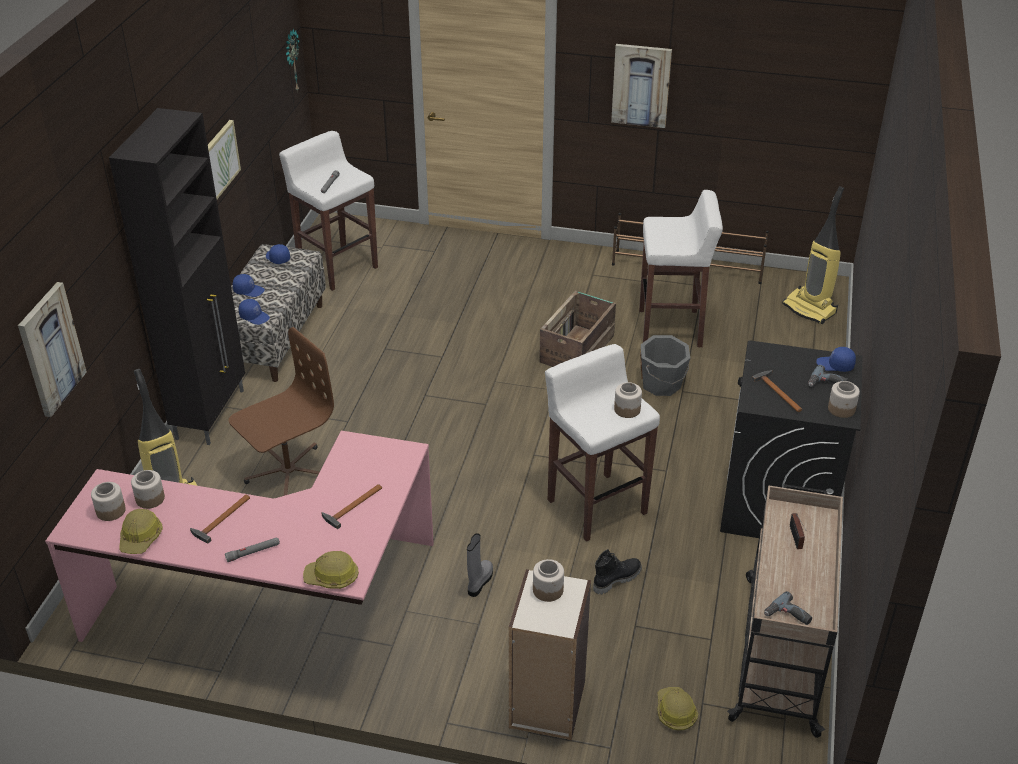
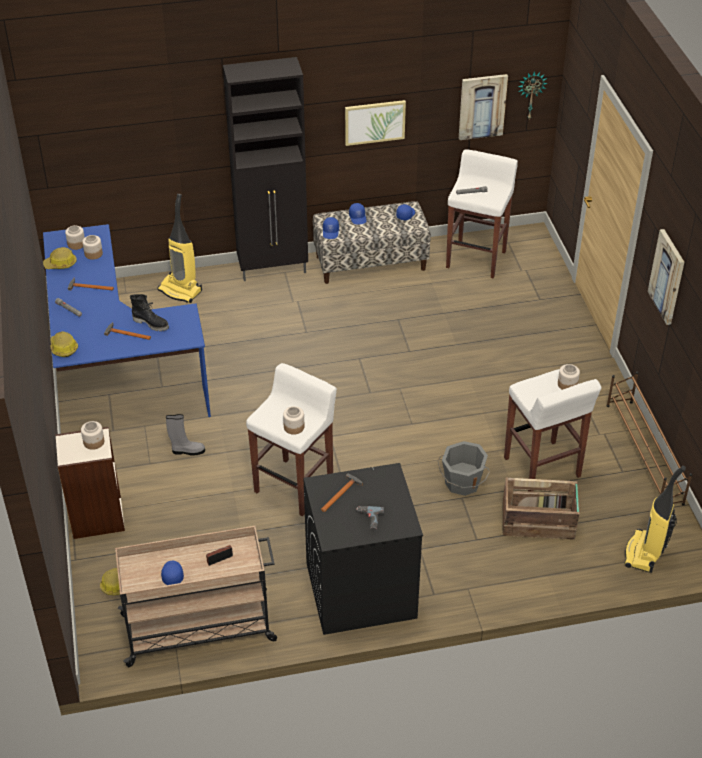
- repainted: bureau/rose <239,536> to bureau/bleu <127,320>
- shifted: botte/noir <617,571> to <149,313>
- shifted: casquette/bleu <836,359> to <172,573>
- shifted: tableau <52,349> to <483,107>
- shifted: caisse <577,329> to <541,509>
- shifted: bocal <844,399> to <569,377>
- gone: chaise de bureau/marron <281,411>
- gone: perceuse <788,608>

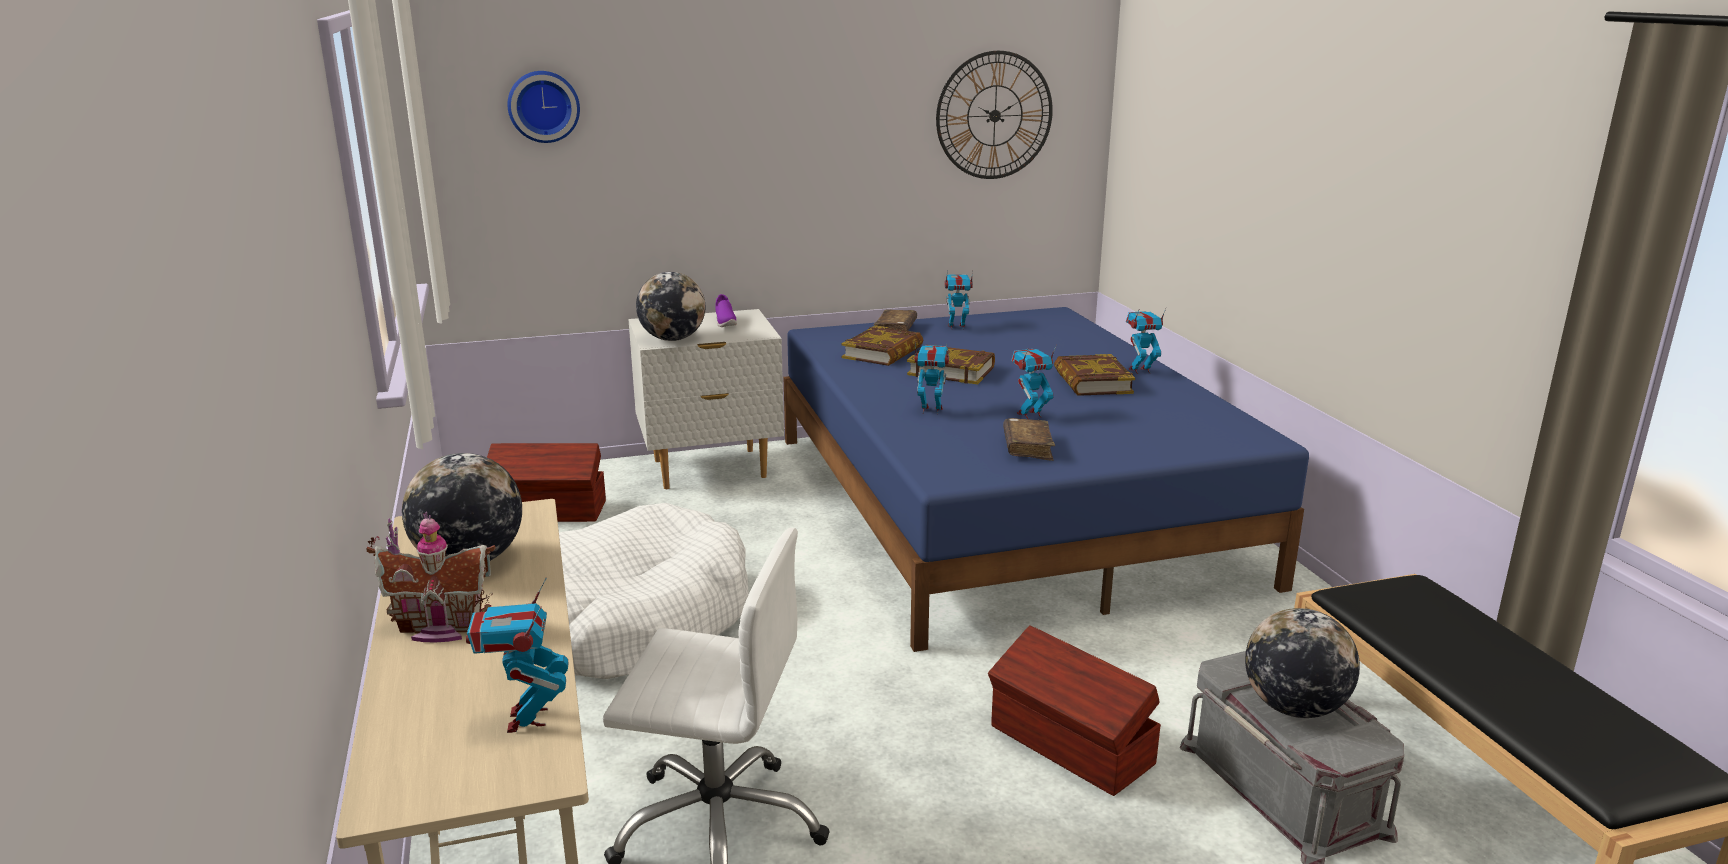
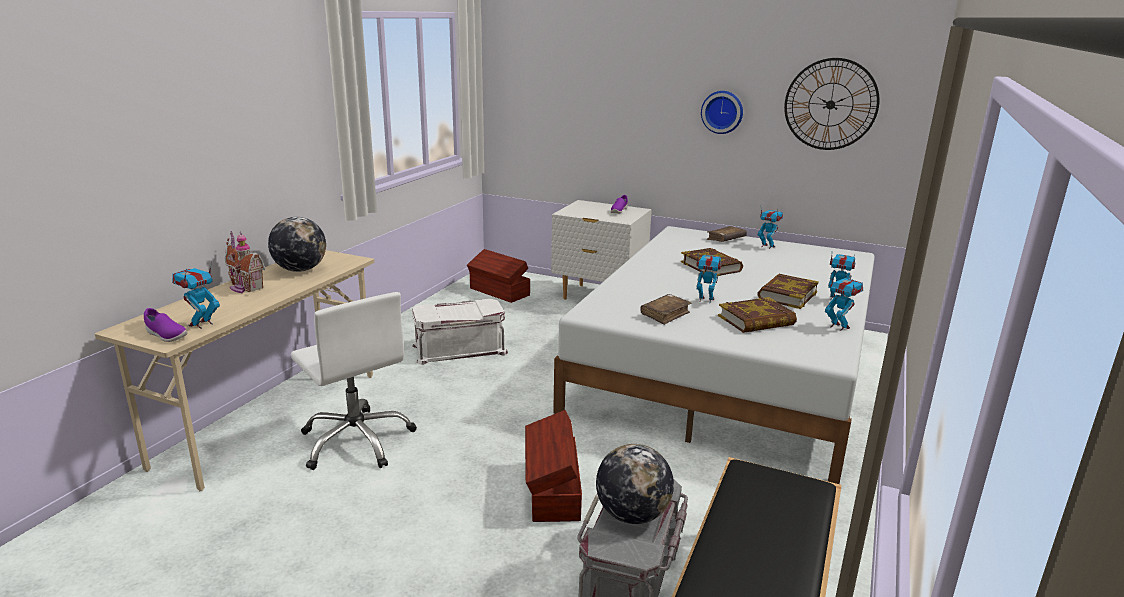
- new: chaussure/violet <166,325>
- swapped: panier pour chien/blanc <654,591> to boîte de rangement/blanc <460,332>
- repainted: lit/bleu <1046,479> to lit/blanc <714,355>
- shifted: horloge murale <543,107> to <722,112>
- shifted: livre <882,345> to <757,315>
- shifted: robot jouet <932,378> to <844,303>
- gone: globe <670,306>

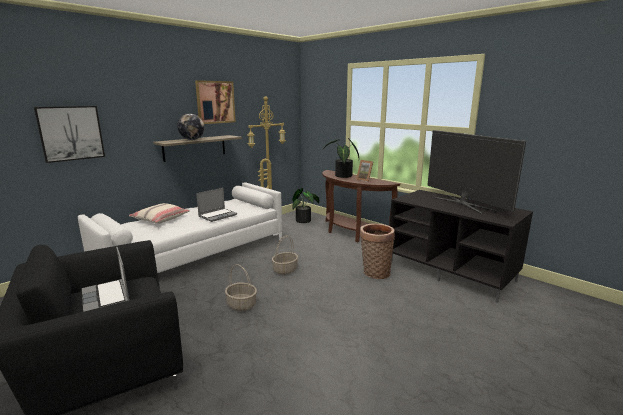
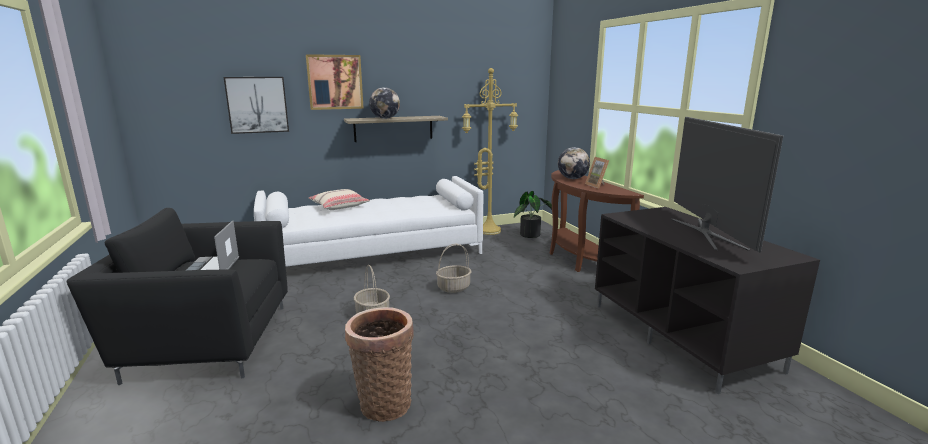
- shifted: tableau <215,102> to <335,82>
- shifted: panier <377,251> to <379,364>
- swapped: plante en pot <341,158> to globe <574,163>
- gone: ordinateur portable <216,205>

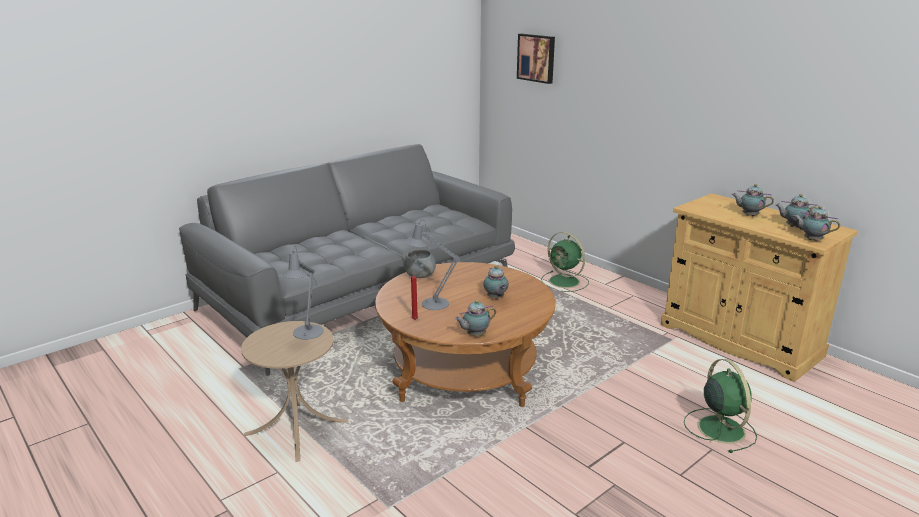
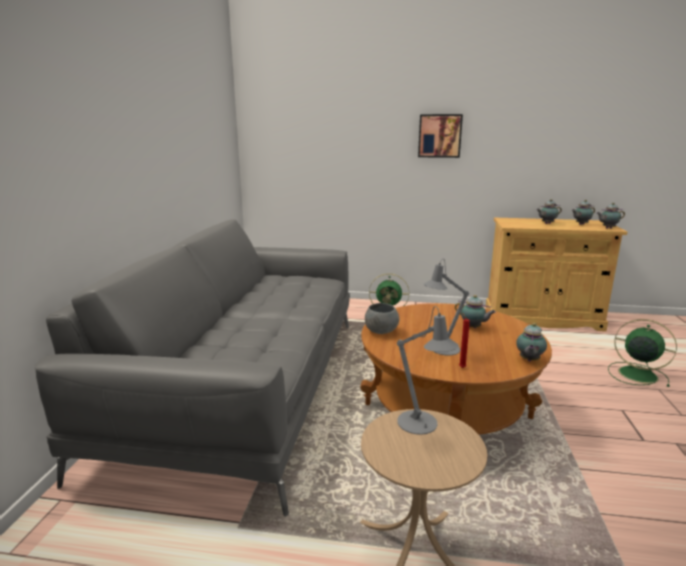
- shifted: tableau <536,59> to <440,136>

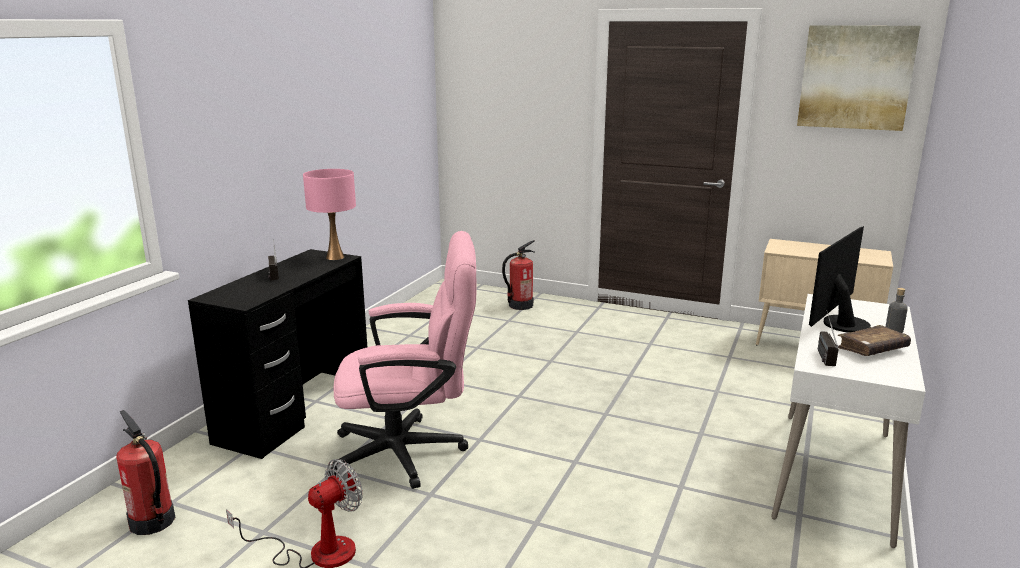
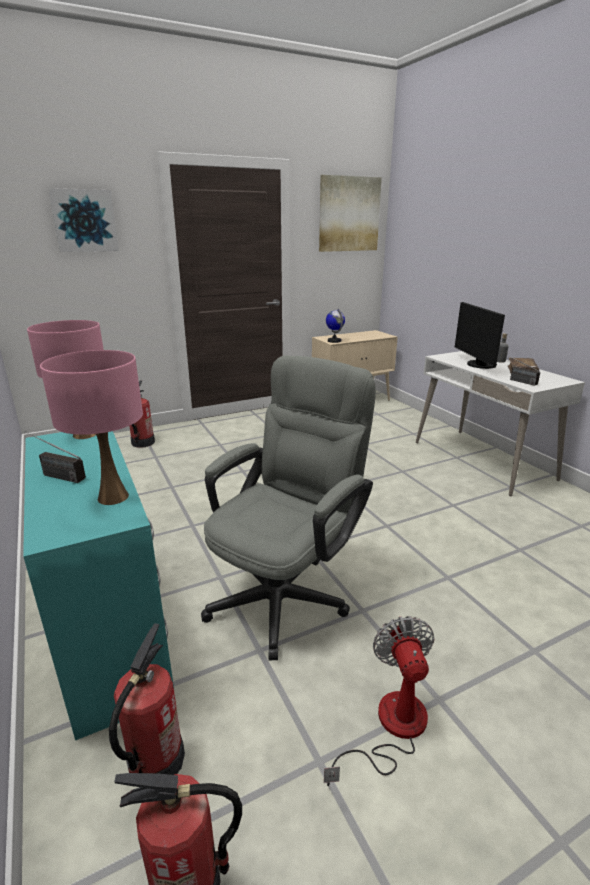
- repainted: bureau/noir <277,354> to bureau/turquoise <98,586>
- new: lampe de table/rose <91,427>
- new: tableau <83,220>
- new: extincteur <147,699>
- repainted: chaise de bureau/rose <402,360> to chaise de bureau/gris <288,507>
- new: globe <335,326>

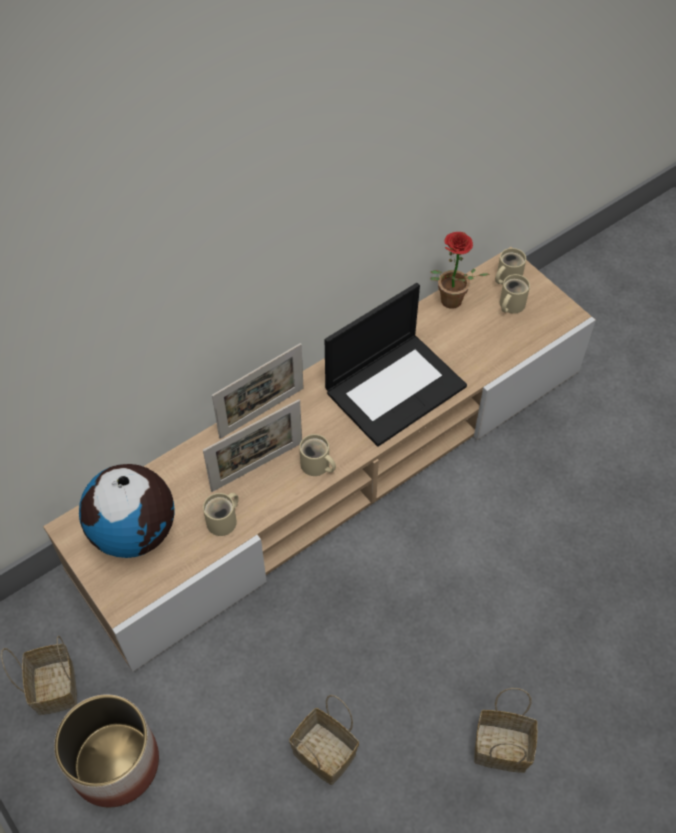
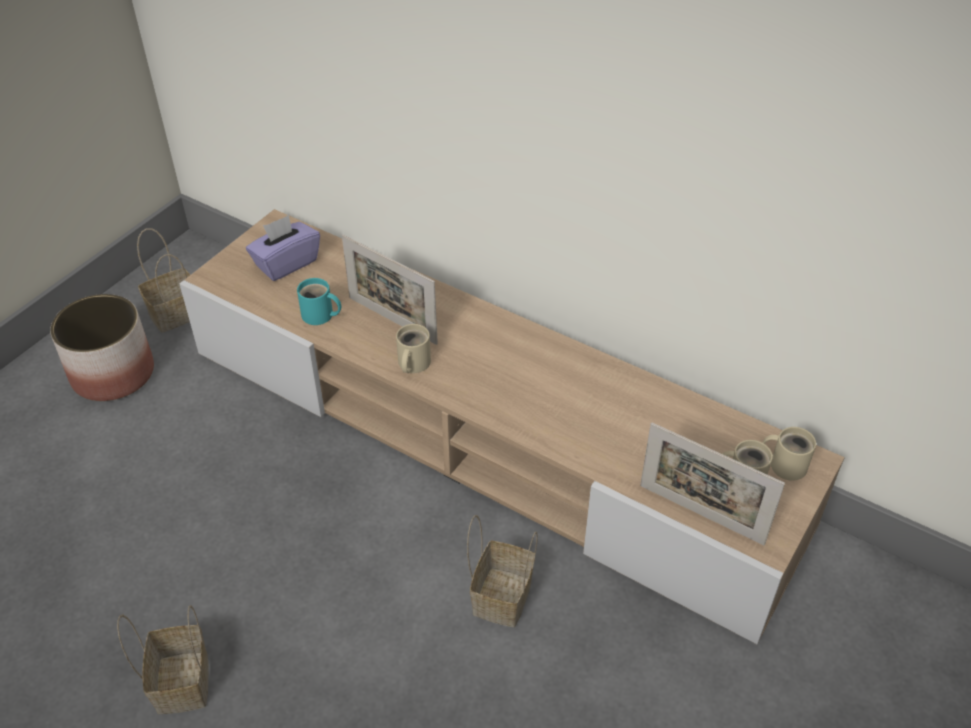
- swapped: globe <127,511> to boîte à mouchoirs/violet <283,248>
- repainted: mug/beige <221,514> to mug/turquoise <319,301>
- shifted: panier <324,740> to <502,571>
- shifted: cadre photo <258,391> to <712,484>
- gone: ordinateur portable <396,365>
- gone: plante en pot <460,270>

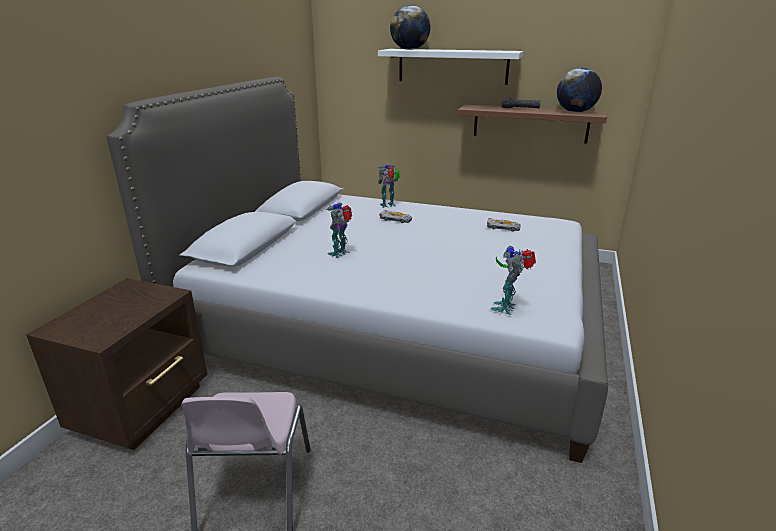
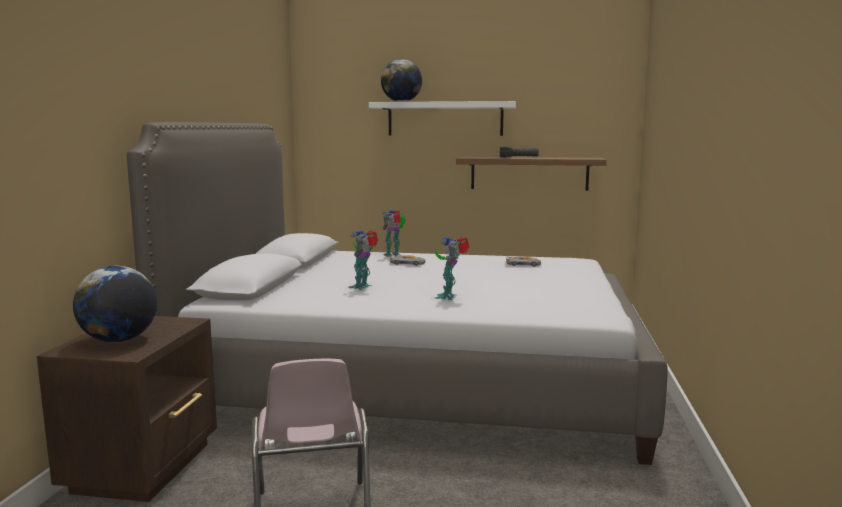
- shifted: globe <579,90> to <115,304>
- shifted: robot jouet <513,280> to <452,268>

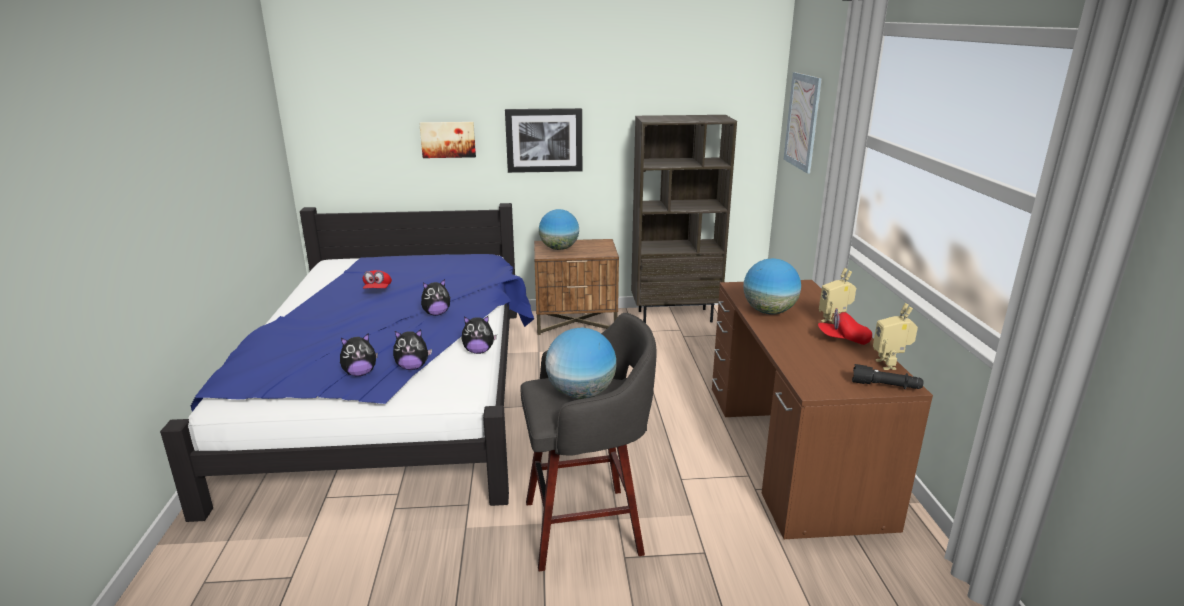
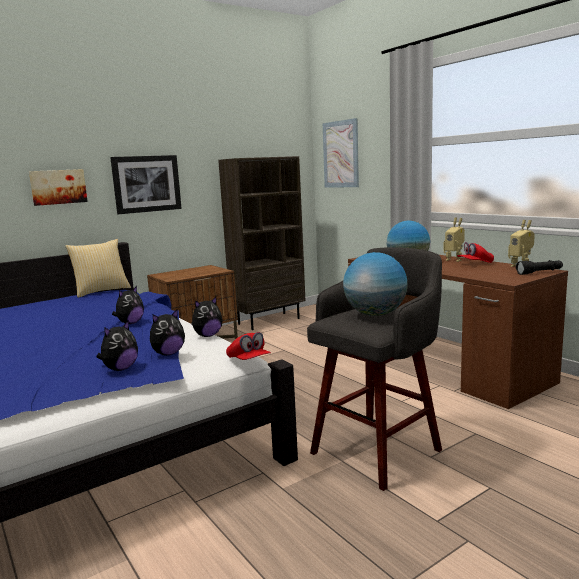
- new: coussin <98,268>
- shifted: casquette/rouge <377,279> to <248,346>
- gone: globe <559,229>

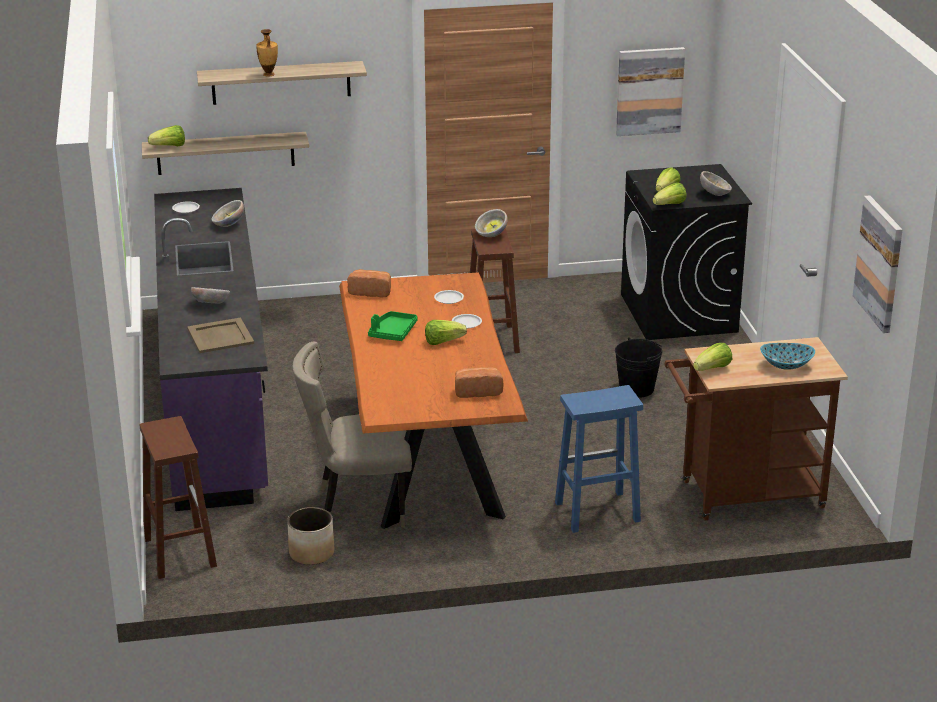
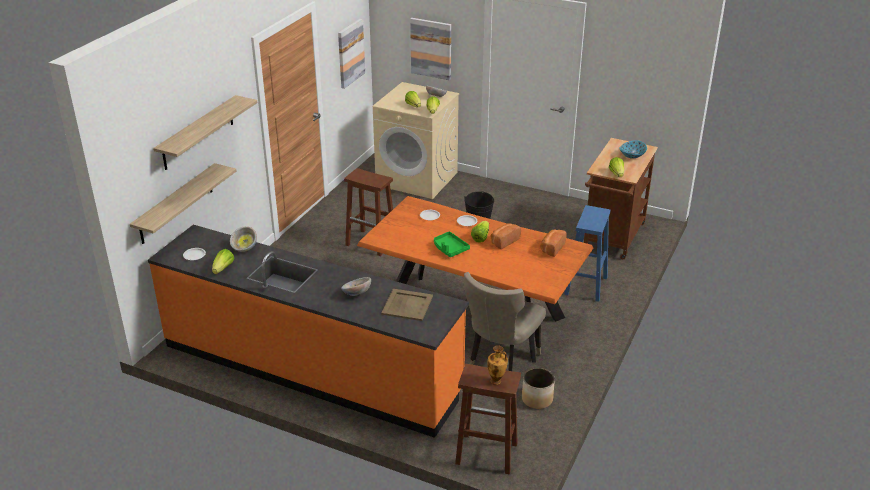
- repainted: comptoir de cuisine/violet <211,349> to comptoir de cuisine/orange <308,331>
- shifted: laitue <166,135> to <223,261>
- repainted: lave-linge/noir <686,252> to lave-linge/beige <416,140>
- shifted: tableau <877,264> to <430,49>
- shifted: vase <267,53> to <497,365>
- shifted: pain <369,283> to <505,236>
- gone: bol <491,223>

